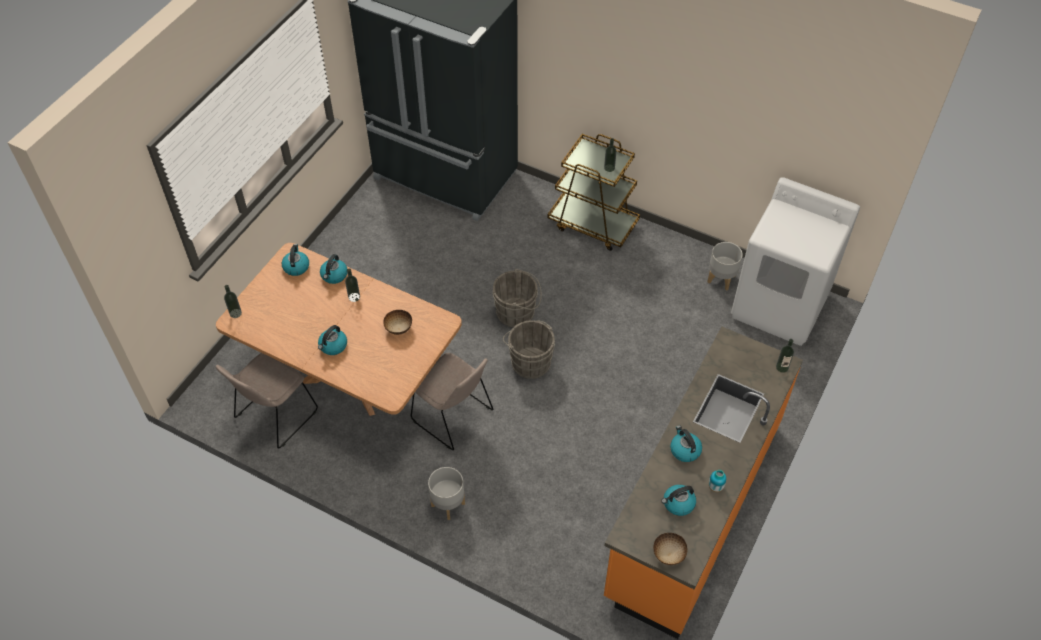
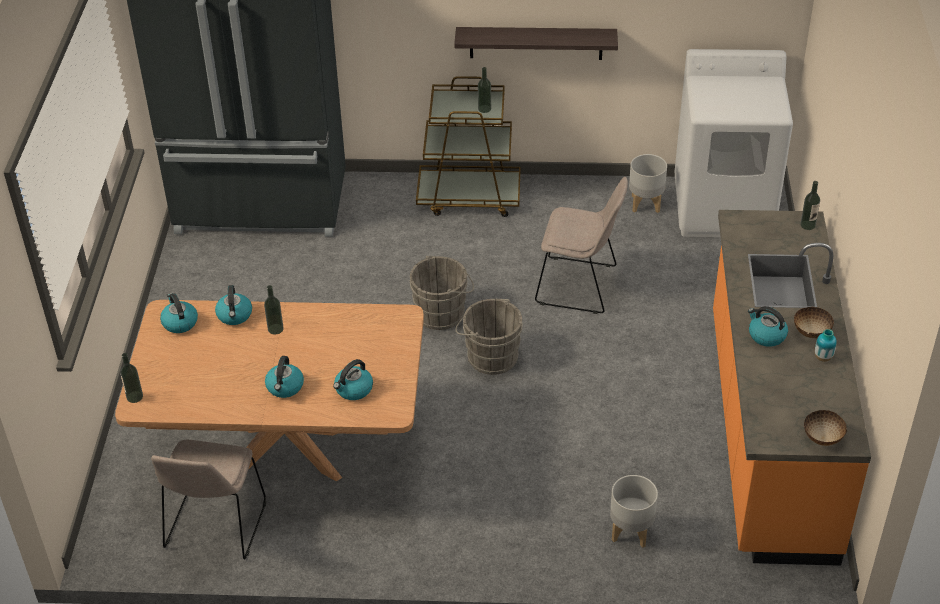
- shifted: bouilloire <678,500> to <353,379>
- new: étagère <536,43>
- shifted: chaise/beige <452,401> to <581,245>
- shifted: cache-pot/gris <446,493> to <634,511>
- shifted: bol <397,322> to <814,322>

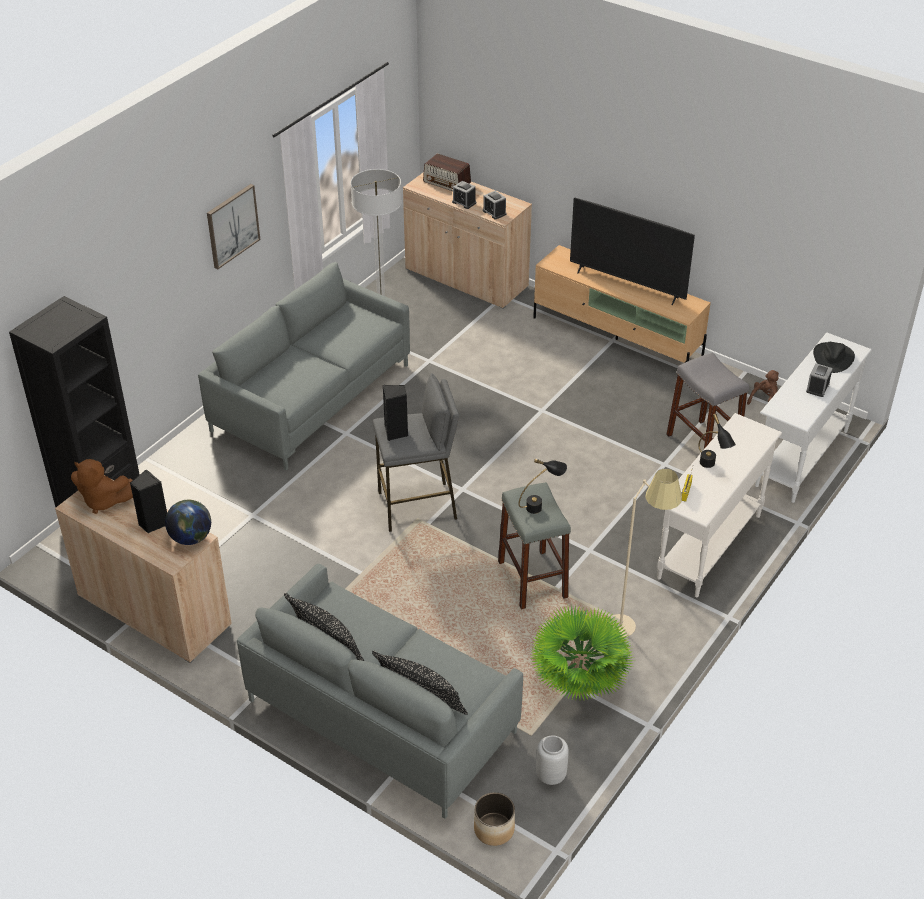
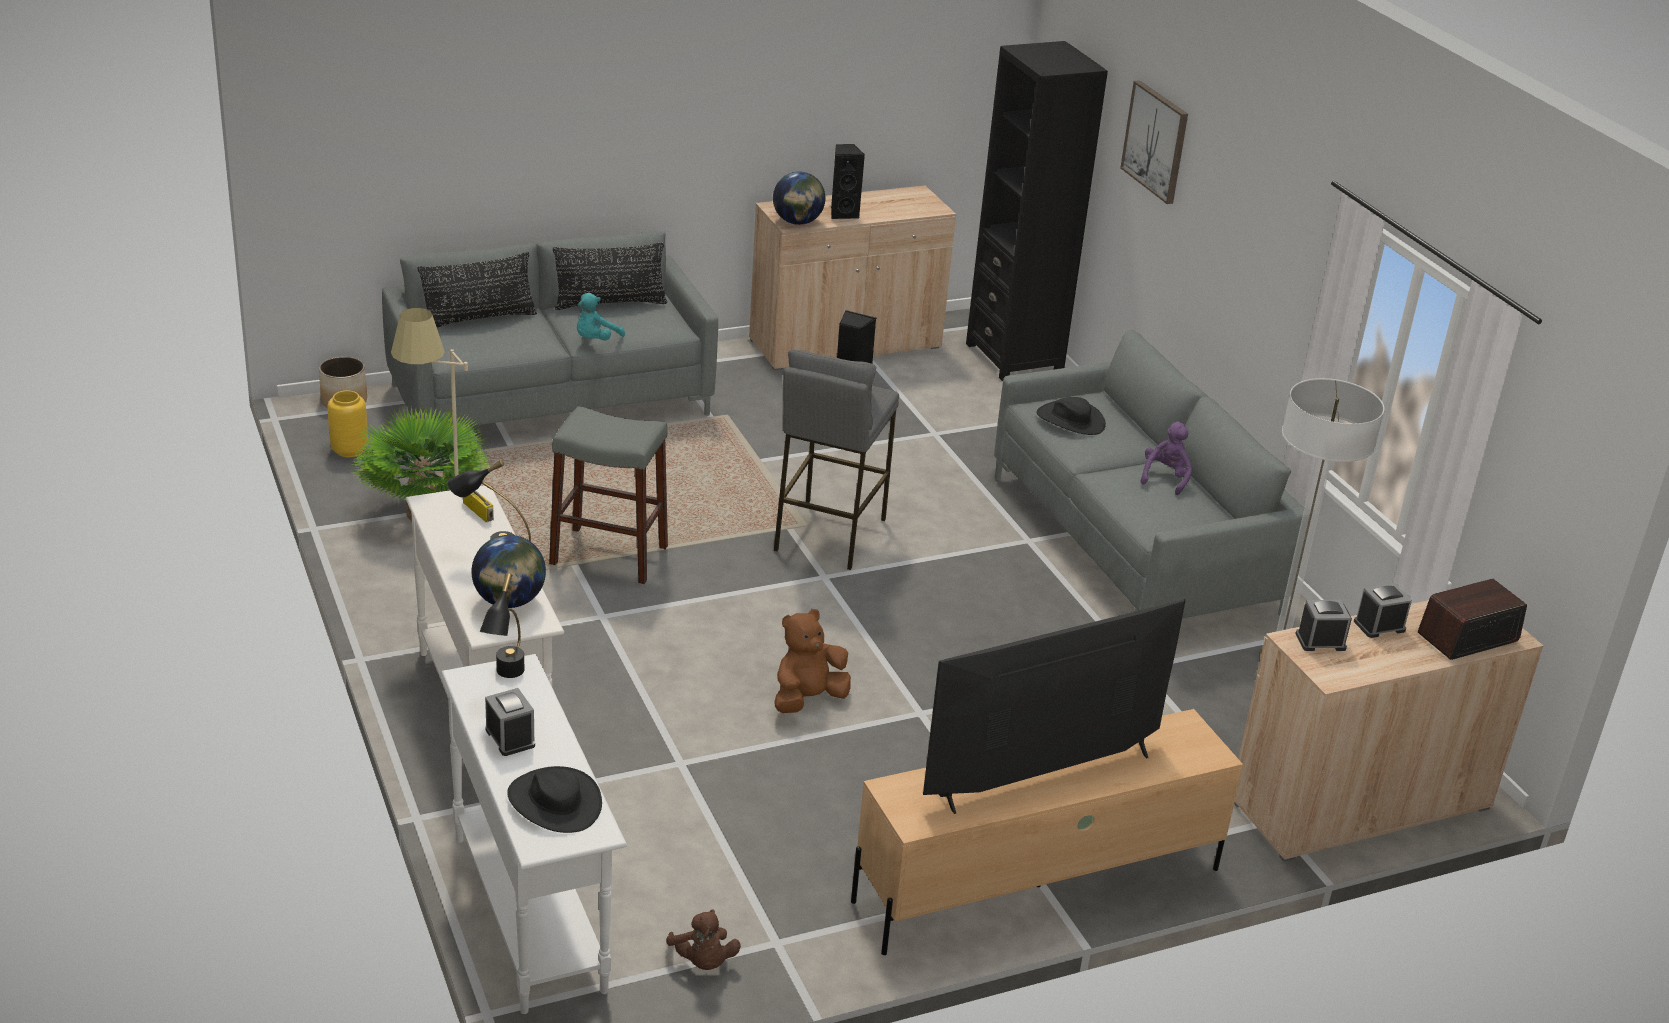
- repainted: vase/gris <552,760> to vase/jaune <348,423>
- new: globe <508,571>
- shifted: lampe de table/noir <542,486> to <502,625>
- new: peluche/turquoise <601,317>
- shifted: peluche/marron <102,486> to <812,661>
- new: chapeau/noir <1071,416>
- shifted: tableau <233,226> to <1154,142>
- new: peluche/violet <1166,458>
- gone: tabouret/gris <707,401>

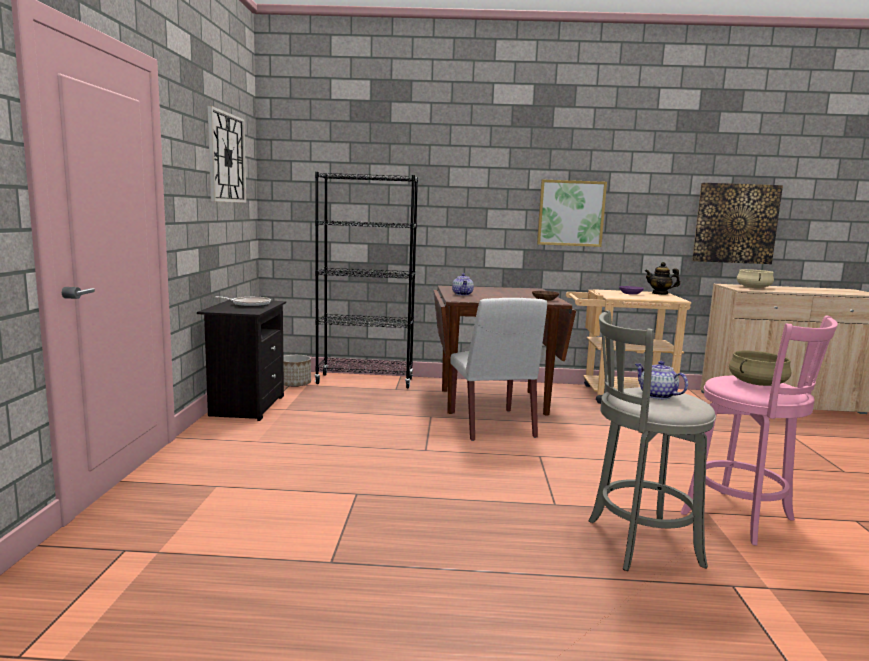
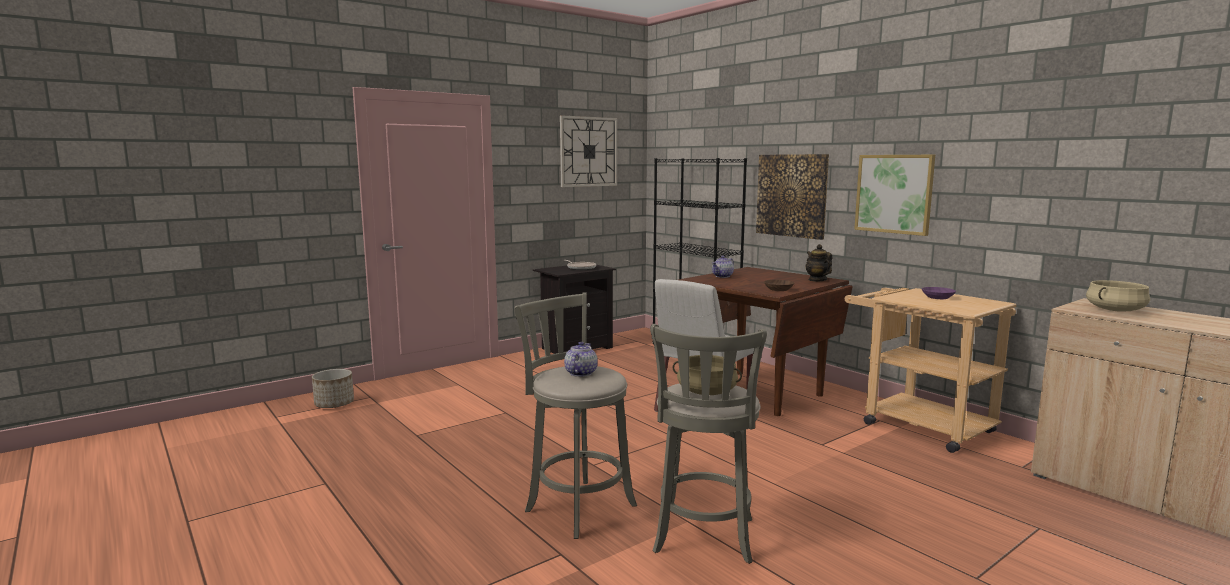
- shifted: cache-pot <297,371> to <333,388>
- repainted: tabouret/rose <759,430> to tabouret/gris <708,444>
- shifted: tableau <737,223> to <792,197>
- shifted: théière <662,278> to <819,262>

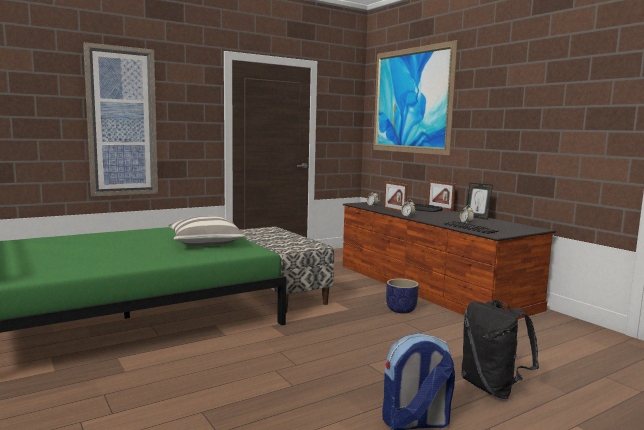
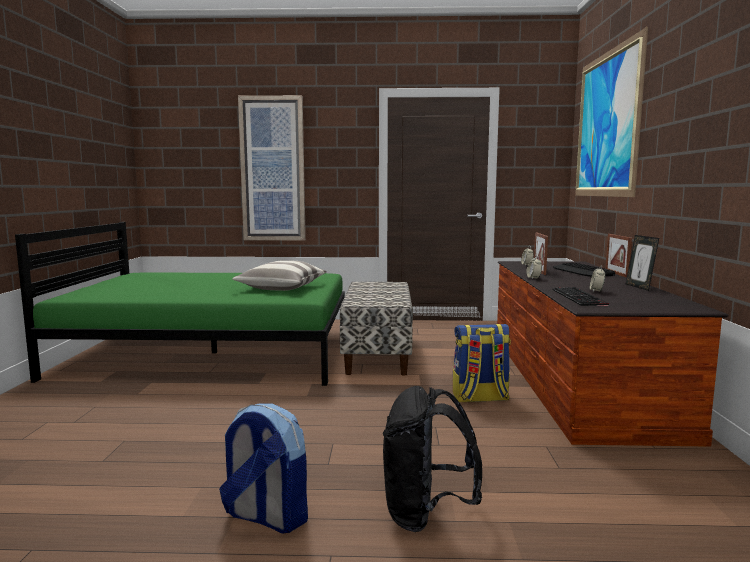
- swapped: cache-pot <402,296> to sac à dos <482,363>

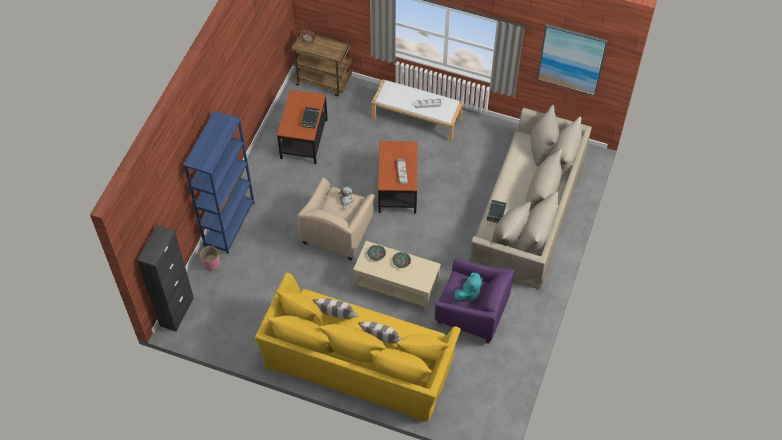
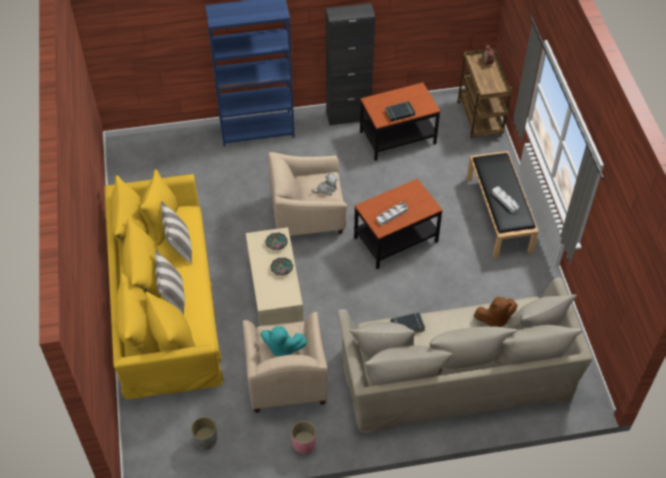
- new: cache-pot/gris <204,433>
- repainted: fauteuil/violet <474,300> to fauteuil/beige <285,362>
- shifted: cache-pot/rose <210,258> to <303,437>
- shifted: meuble de rangement/noir <165,278> to <350,64>
- repainted: banc/blanc <417,110> to banc/noir <503,204>
- new: peluche/marron <495,312>
- gone: tableau <572,60>

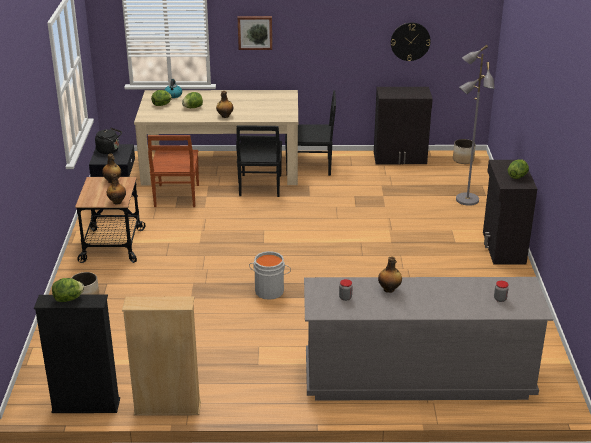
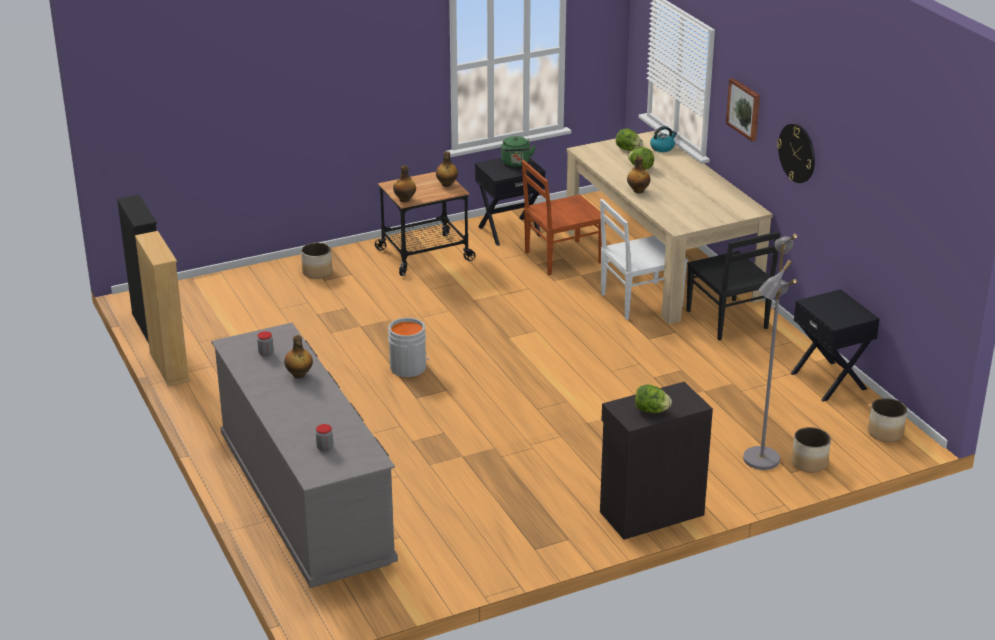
- repainted: bouilloire/noir <108,141> to bouilloire/vert <518,151>
- repainted: chaise/noir <259,161> to chaise/blanc <644,259>
- shifted: horloge murale <411,41> to <796,153>
- swapped: meuble de rangement/noir <403,125> to table de chevet/noir <834,345>
- new: cache-pot <811,450>
- gone: laitue <68,290>

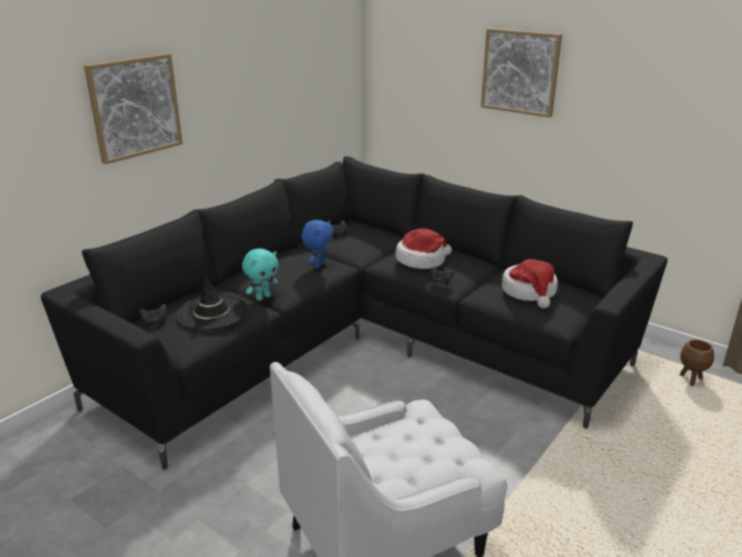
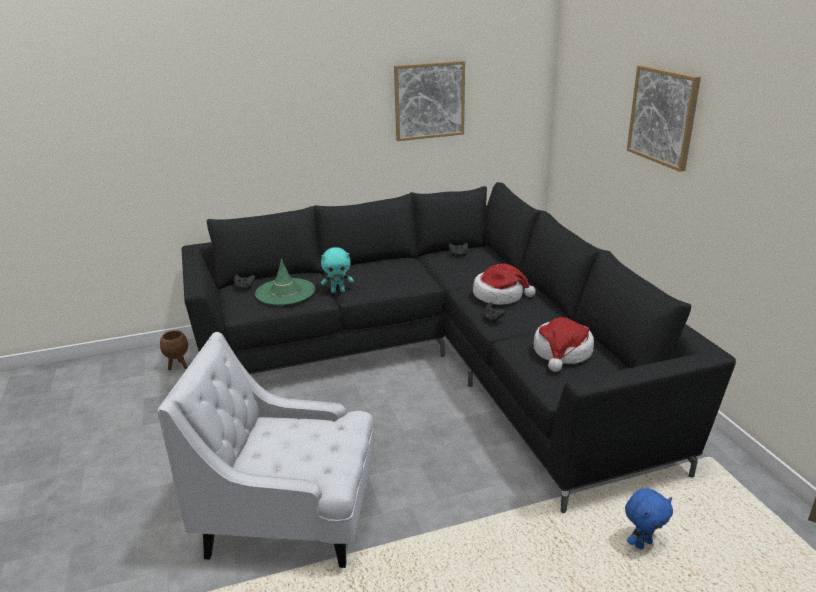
- shifted: cache-pot/marron <696,363> to <174,350>
- repainted: chapeau/noir <211,302> to chapeau/vert <285,281>
- shifted: tableau <133,108> to <429,101>
- shifted: peluche/bleu <317,244> to <649,518>

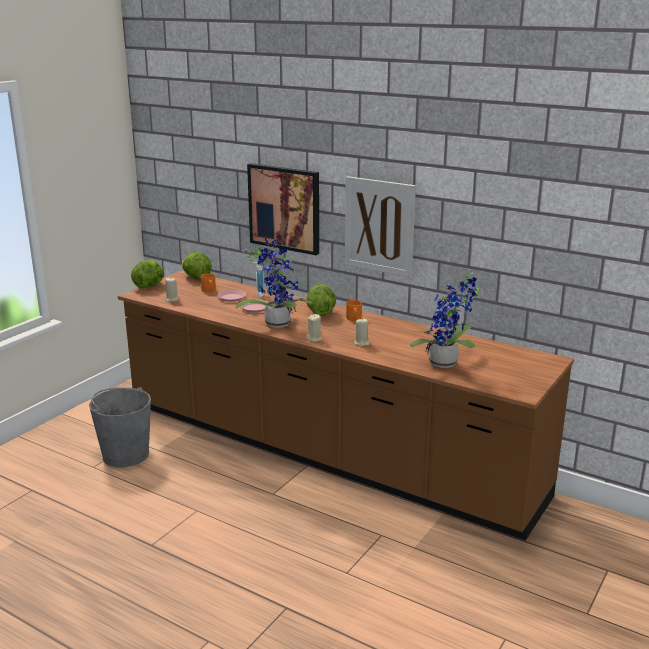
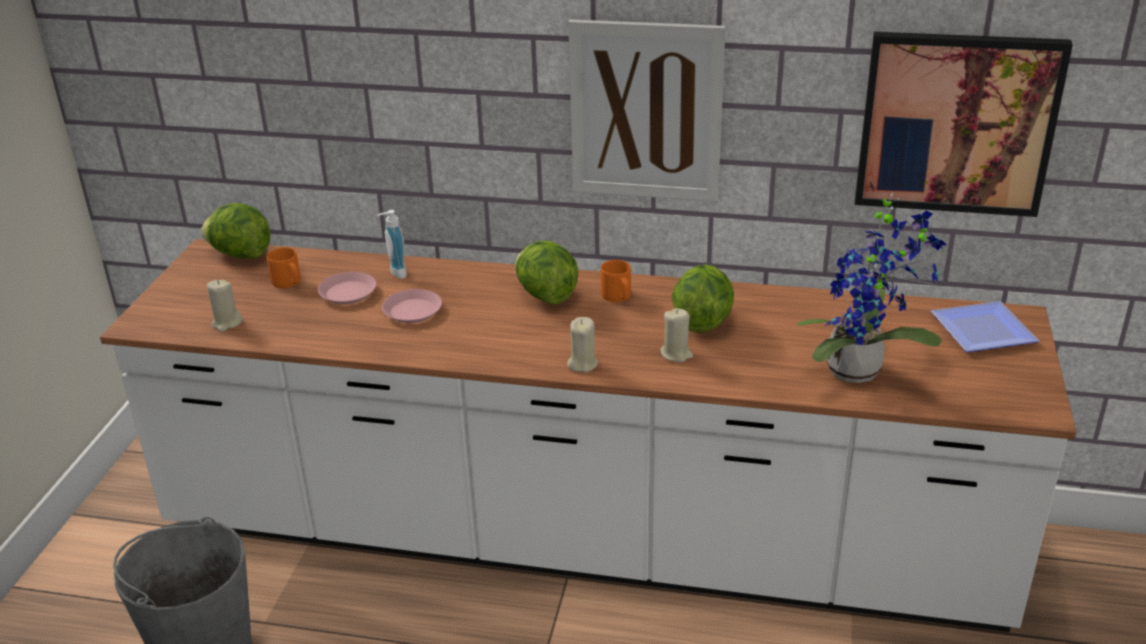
- repainted: comptoir de cuisine/marron <346,405> to comptoir de cuisine/blanc <588,435>
- shifted: laitue <147,274> to <703,298>
- shifted: tableau <283,209> to <964,124>
- new: assiette <985,326>
- gone: plante en pot <273,282>

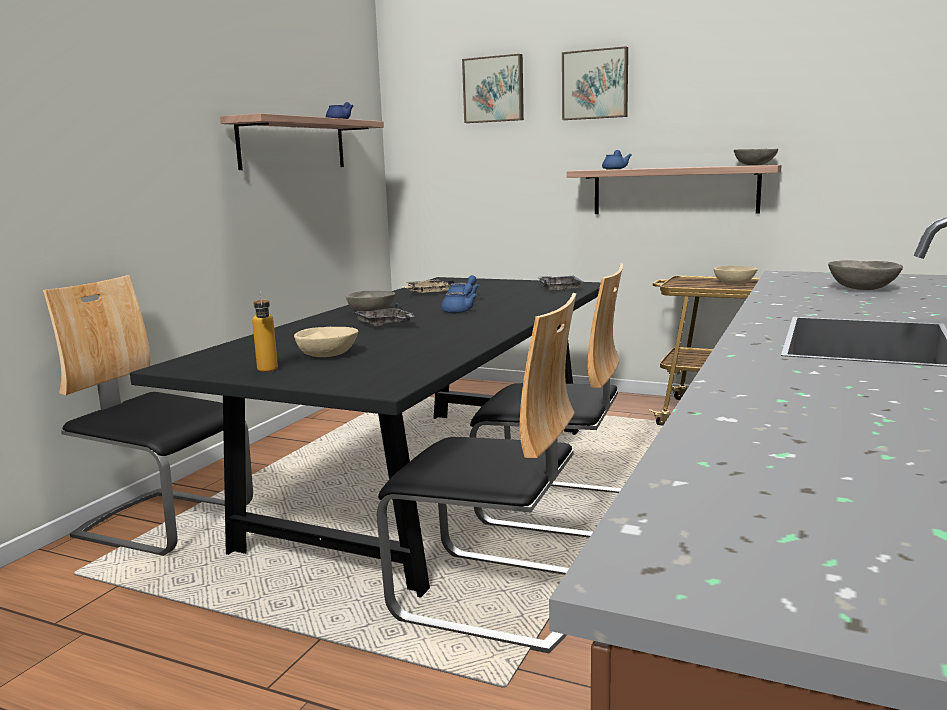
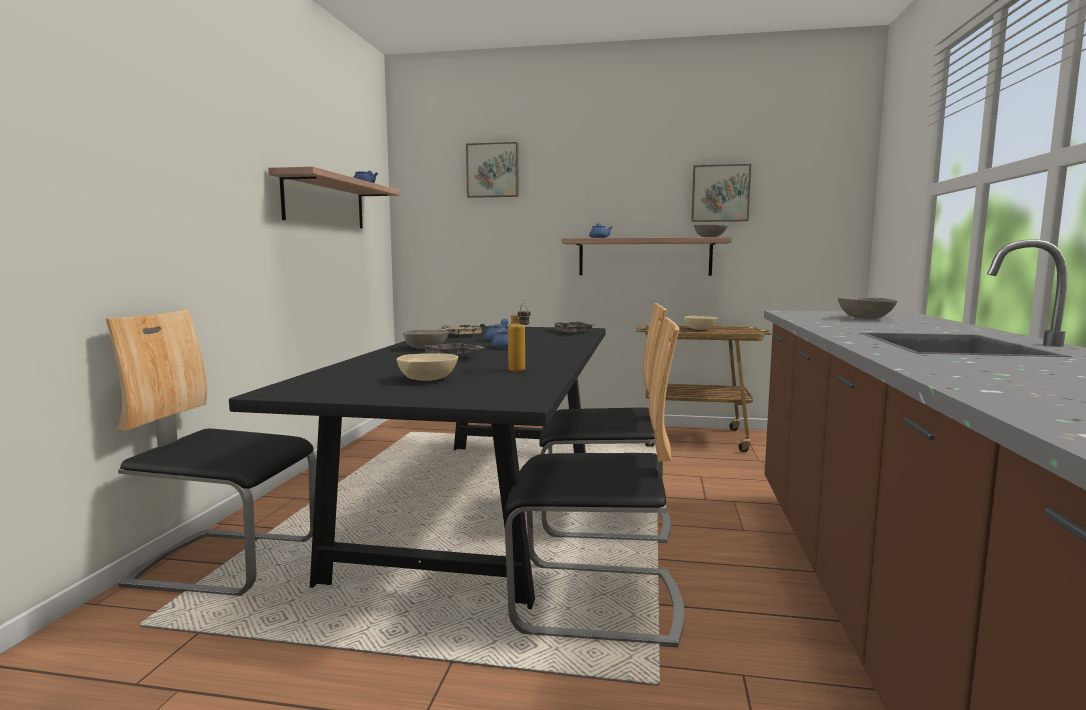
- shifted: bouteille <265,332> to <519,337>
- shifted: tableau <595,83> to <721,193>

